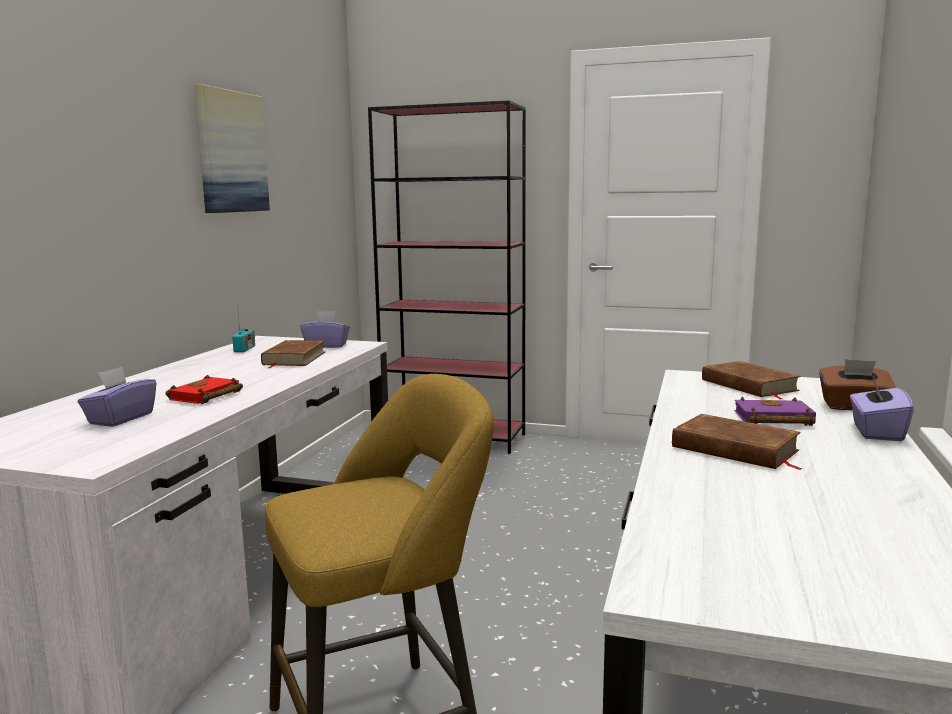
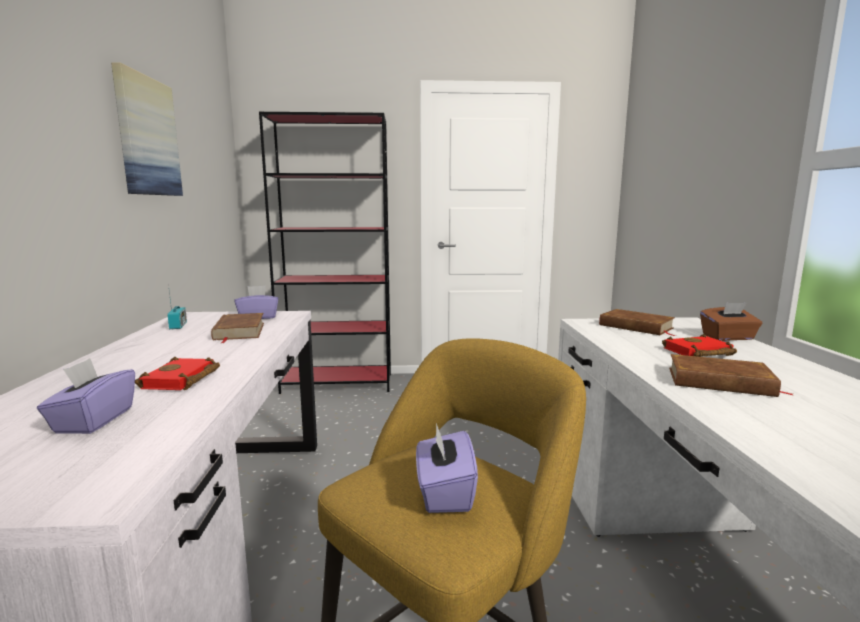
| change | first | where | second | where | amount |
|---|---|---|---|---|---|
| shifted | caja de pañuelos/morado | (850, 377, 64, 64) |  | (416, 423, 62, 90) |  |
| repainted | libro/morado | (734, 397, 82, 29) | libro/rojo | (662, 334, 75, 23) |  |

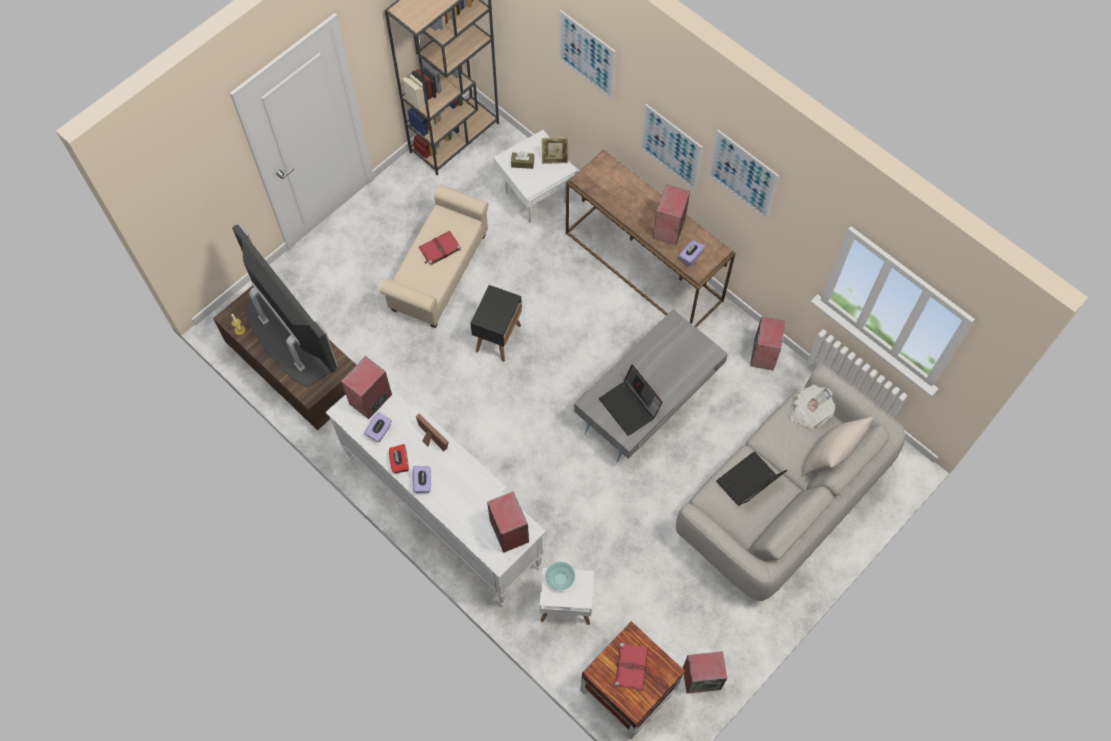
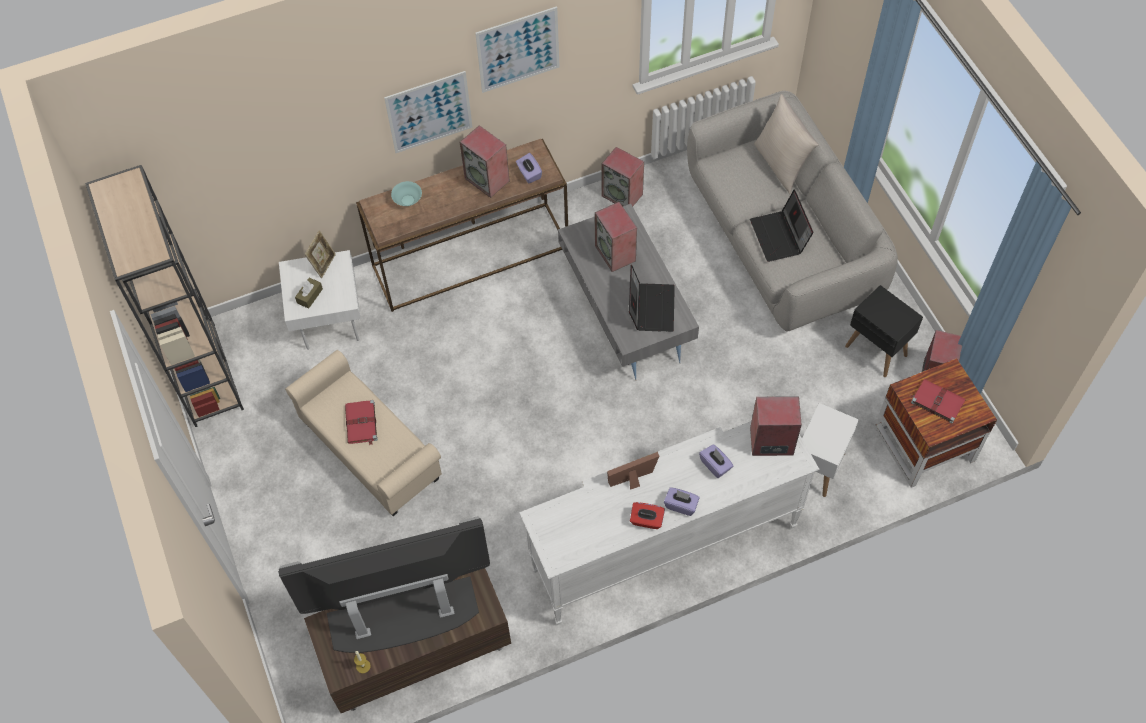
| change | first | where | second | where | amount |
|---|---|---|---|---|---|
| gone | cuadro | (559, 10, 57, 89) |  |  |  |
| gone | periódico | (789, 385, 46, 45) |  |  |  |
| shifted | altavoz | (341, 356, 51, 63) |  | (595, 202, 42, 70) |  |
| shifted | caja de pañuelos/morado | (364, 412, 28, 30) |  | (699, 444, 35, 34) |  |
| shifted | mesa auxiliar/negro | (470, 285, 52, 77) |  | (845, 285, 78, 92) |  |
| shifted | cuenco/turquesa | (546, 562, 29, 29) |  | (391, 181, 31, 25) |  |
| rotated | portátil | (599, 365, 64, 71) |  | (629, 264, 46, 68) | 75 degrees counterclockwise |

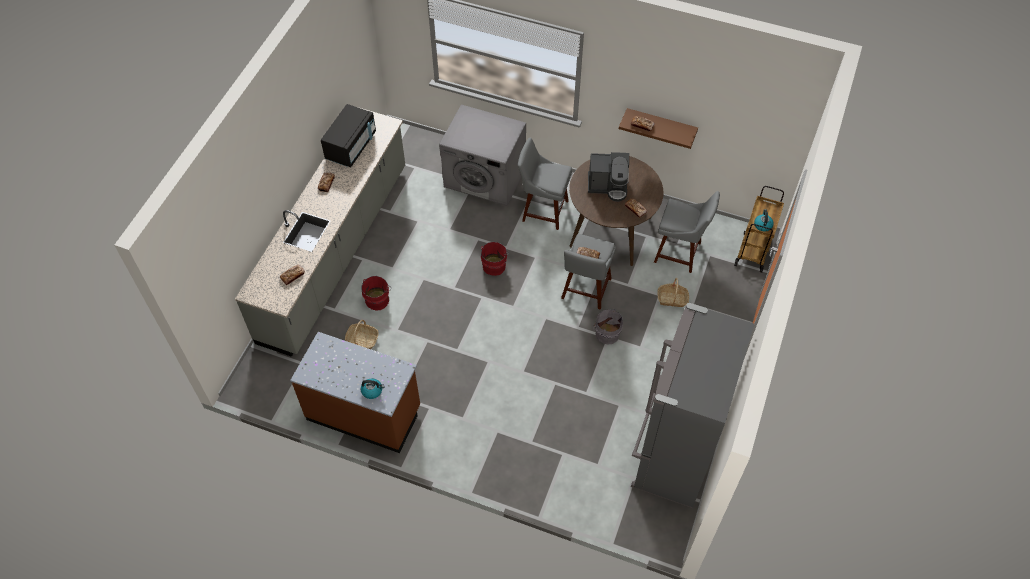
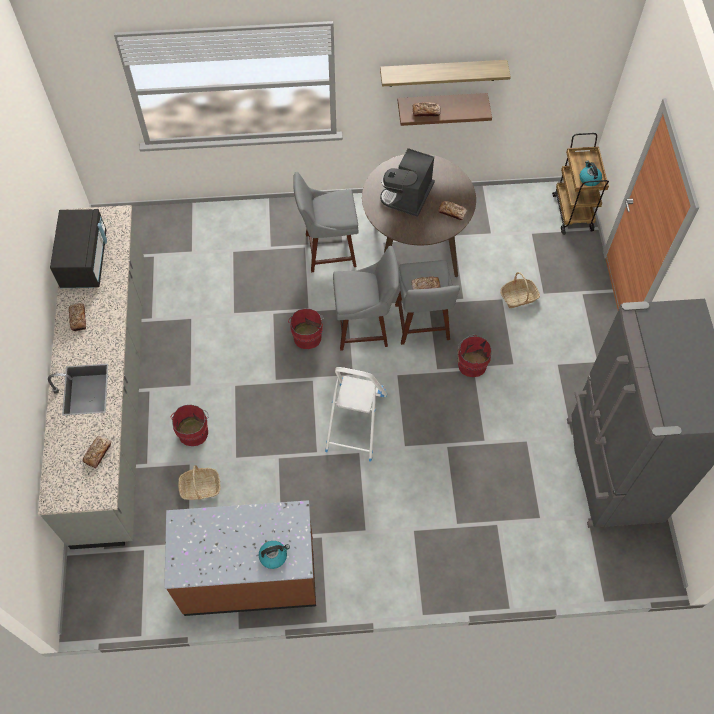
| change | first | where | second | where | amount |
|---|---|---|---|---|---|
| gone | lavadora/gris | (439, 104, 87, 102) |  |  |  |
| new |  |  | escalera de tijera/blanco | (325, 367, 62, 95) |  |
| new |  |  | estante | (380, 60, 131, 27) |  |
| shifted | taburete/gris | (654, 191, 66, 82) |  | (333, 246, 66, 105) |  |
| repainted | cubo/gris | (593, 309, 30, 35) | cubo/rojo | (457, 334, 35, 43) |  |
| rotated | cafetera | (588, 152, 41, 50) |  | (380, 148, 55, 69) | 135 degrees clockwise |

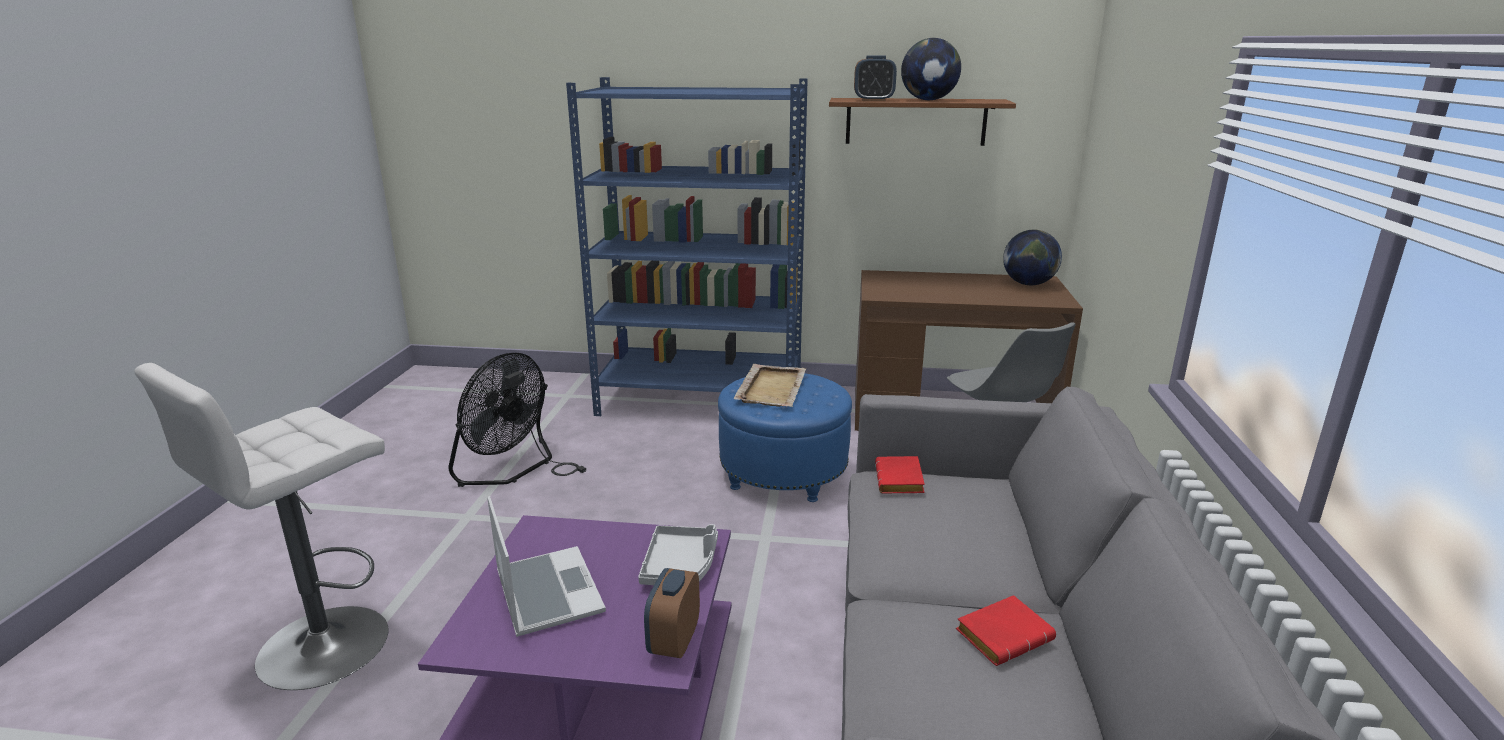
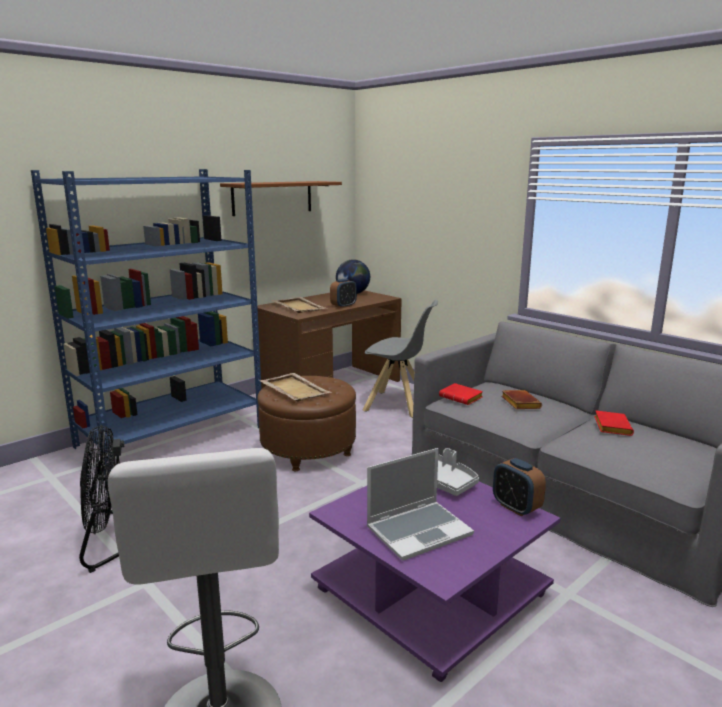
| change | first | where | second | where | amount |
|---|---|---|---|---|---|
| gone | globo terráqueo | (901, 38, 60, 62) |  |  |  |
| new |  |  | bandeja/beis | (271, 297, 54, 16) |  |
| new |  |  | libro/marrón | (502, 390, 40, 19) |  |
| shifted | despertador | (854, 56, 43, 45) |  | (330, 278, 27, 30) |  |
| repainted | puf/azul | (718, 373, 134, 129) | puf/marrón | (257, 376, 99, 95) |  |
| rotated | portátil | (487, 496, 119, 141) |  | (367, 448, 107, 113) | 135 degrees clockwise |

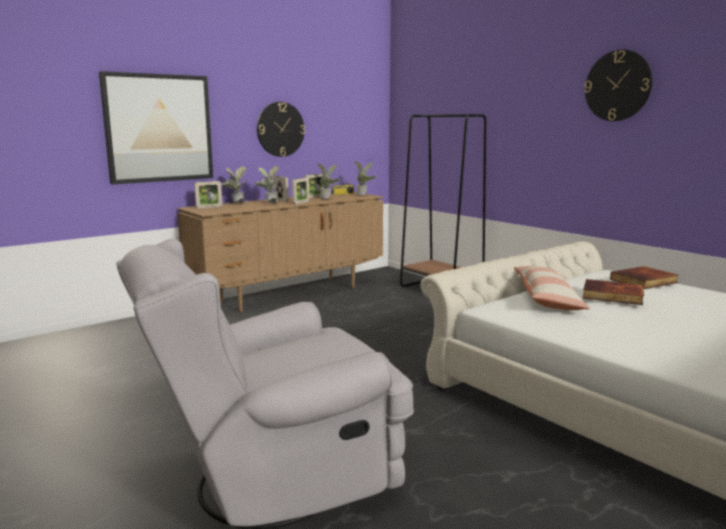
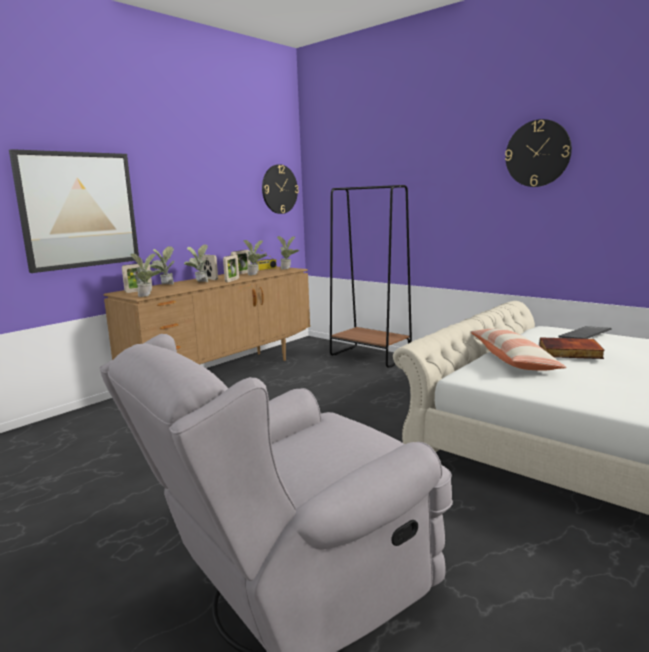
| change | first | where | second | where | amount |
|---|---|---|---|---|---|
| new |  |  | planta en maceta | (131, 253, 31, 44) |  |
| shifted | reloj de pared | (257, 102, 48, 55) |  | (262, 164, 37, 50) |  |
| swapped | libro | (610, 266, 68, 23) | teclado | (558, 326, 54, 13) |  |

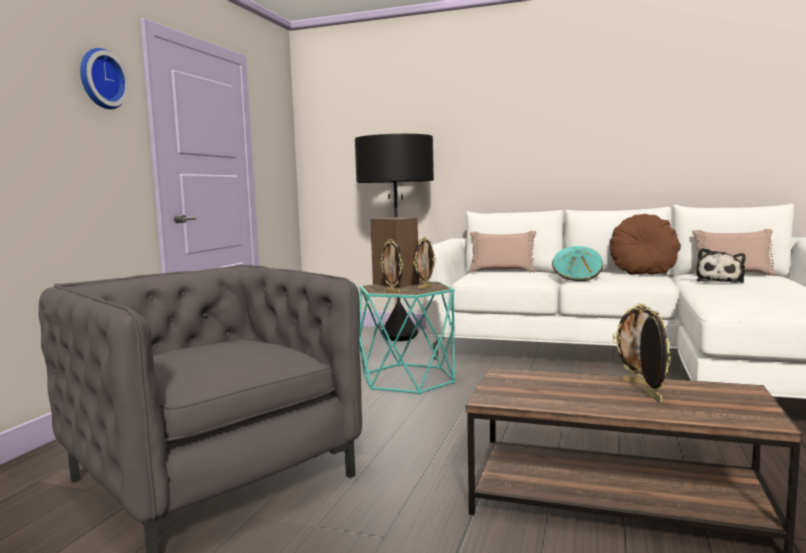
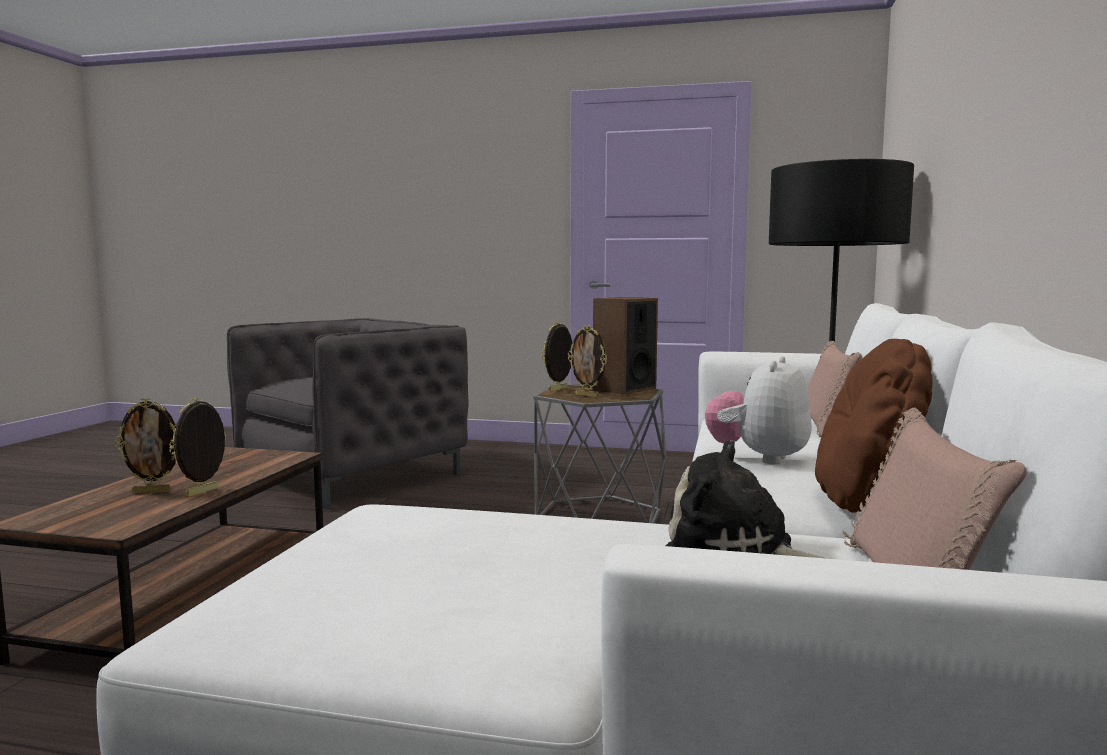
| change | first | where | second | where | amount |
|---|---|---|---|---|---|
| gone | reloj de pared | (80, 48, 49, 61) |  |  |  |
| swapped | sombrero/turquesa | (552, 246, 51, 35) | peluche | (705, 356, 107, 108) |  |
| repainted | mesa auxiliar/turquesa | (359, 281, 97, 114) | mesa auxiliar/gris | (533, 384, 133, 139) |  |

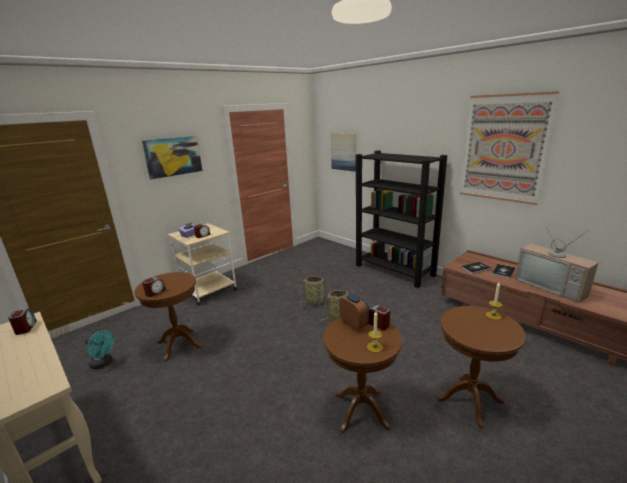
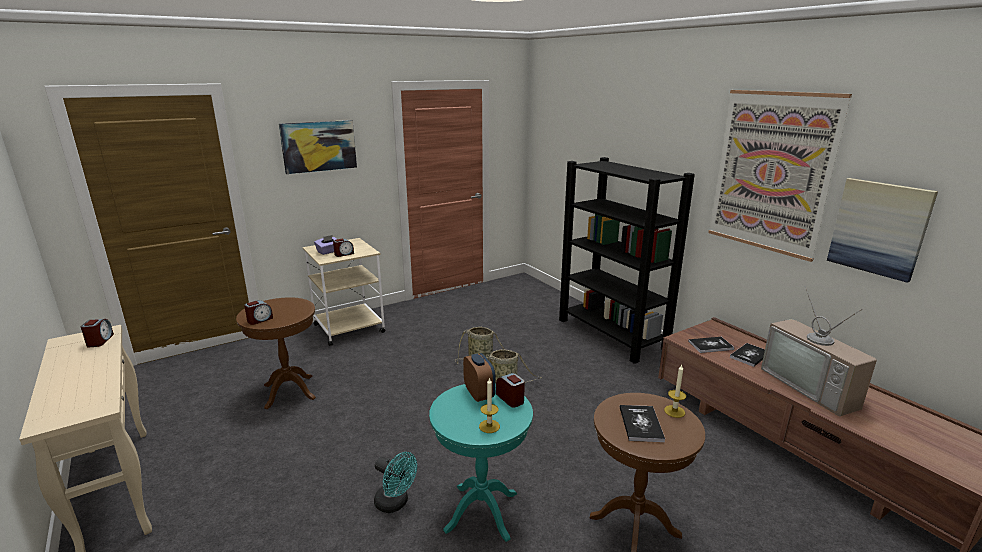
| change | first | where | second | where | amount |
|---|---|---|---|---|---|
| new |  |  | libro | (620, 405, 45, 37) |  |
| shifted | ventilador/turquesa | (85, 330, 29, 39) |  | (374, 452, 43, 61) |  |
| shifted | cuadro | (331, 133, 25, 38) |  | (827, 178, 111, 105) |  |
| repainted | mesa auxiliar/marrón | (323, 318, 79, 115) | mesa auxiliar/turquesa | (429, 384, 104, 158) |  |

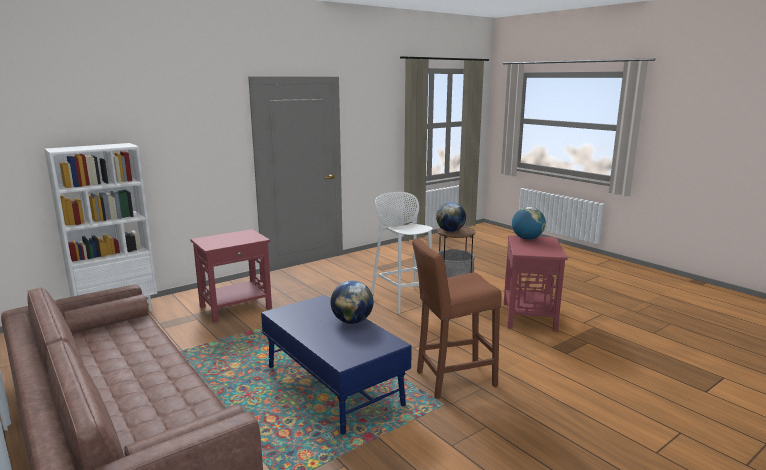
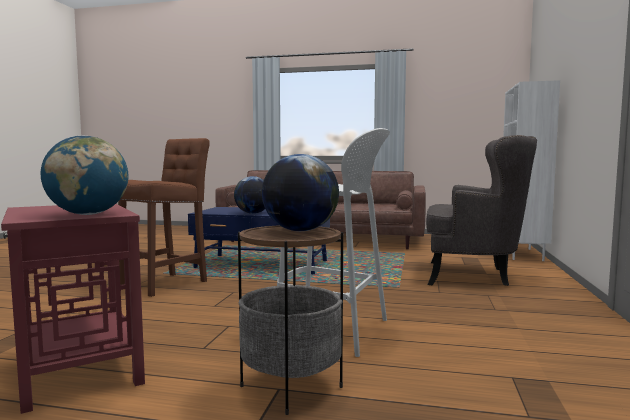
| change | first | where | second | where | amount |
|---|---|---|---|---|---|
| swapped | mesa auxiliar/rojo | (190, 229, 82, 94) | sillón/gris | (426, 135, 111, 151) |  |

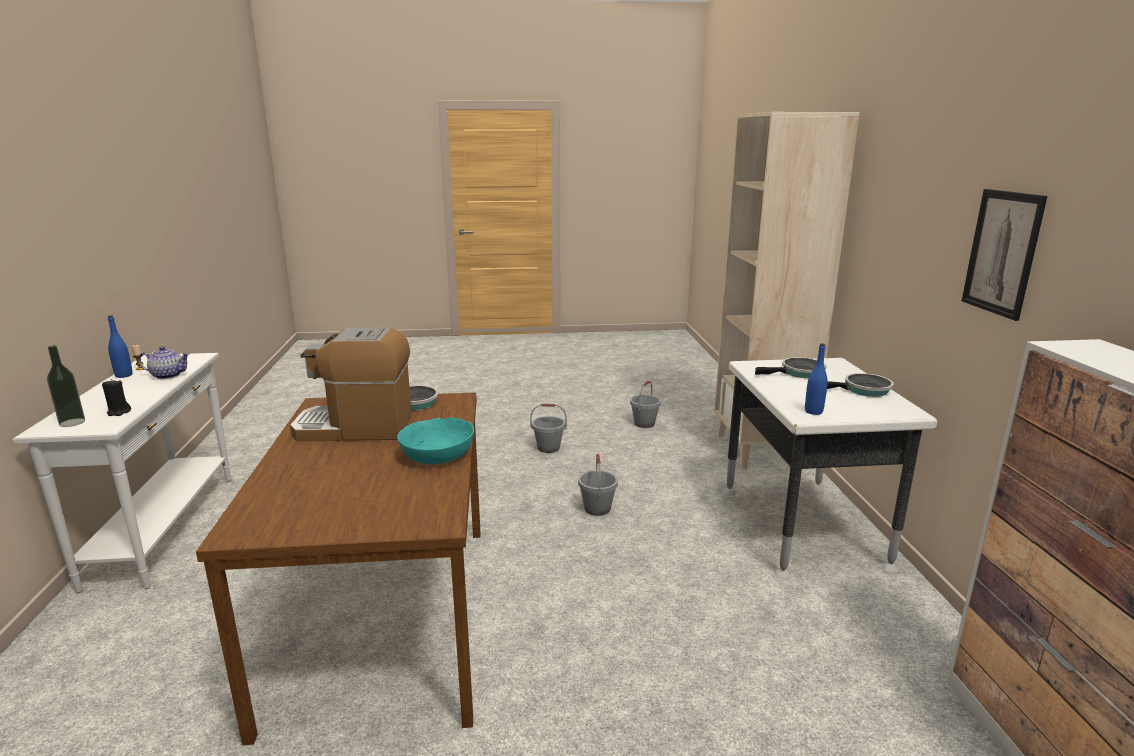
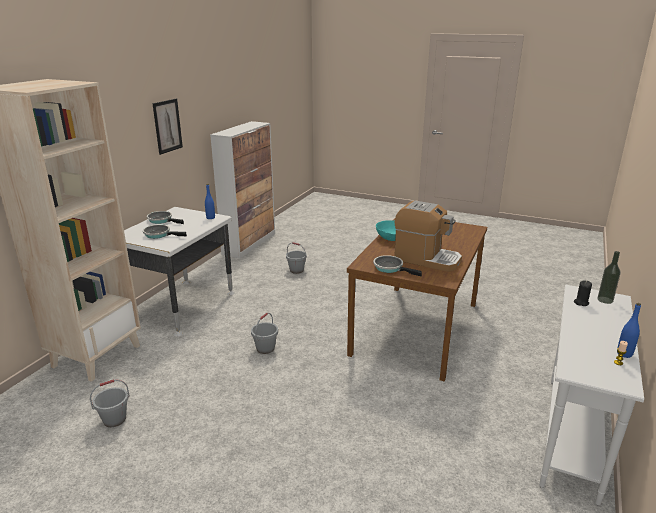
| change | first | where | second | where | amount |
|---|---|---|---|---|---|
| gone | tetera | (138, 346, 52, 33) |  |  |  |
| shifted | cubo/gris | (530, 404, 37, 49) |  | (286, 242, 21, 32) |  |

